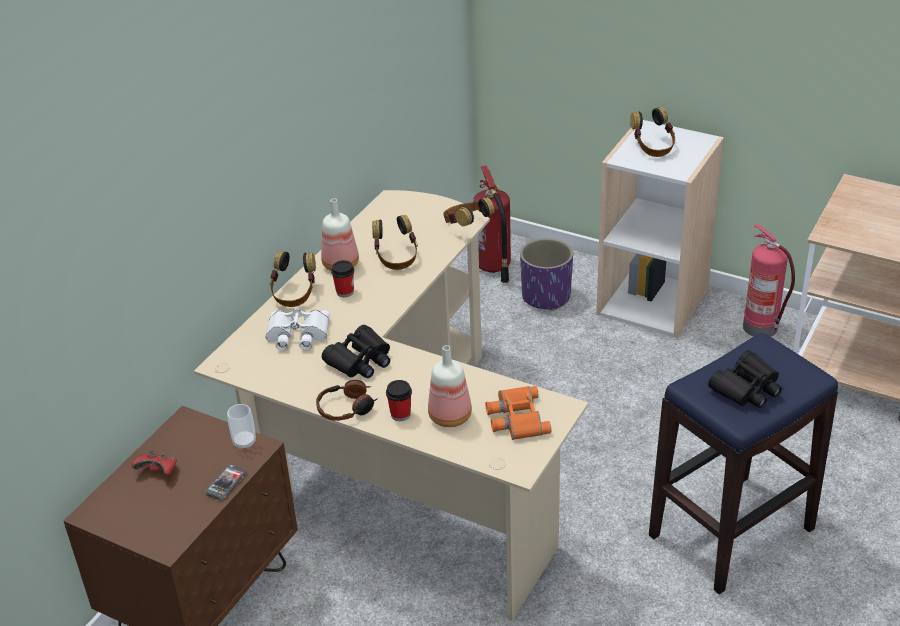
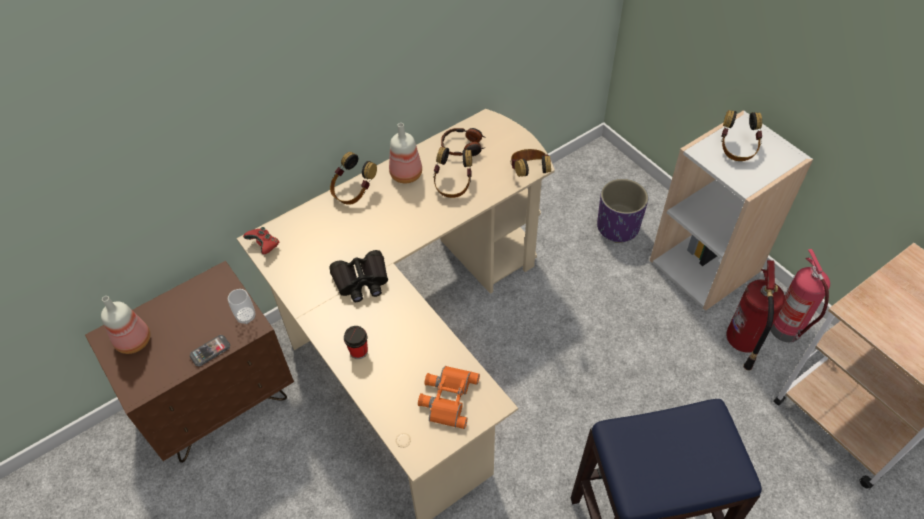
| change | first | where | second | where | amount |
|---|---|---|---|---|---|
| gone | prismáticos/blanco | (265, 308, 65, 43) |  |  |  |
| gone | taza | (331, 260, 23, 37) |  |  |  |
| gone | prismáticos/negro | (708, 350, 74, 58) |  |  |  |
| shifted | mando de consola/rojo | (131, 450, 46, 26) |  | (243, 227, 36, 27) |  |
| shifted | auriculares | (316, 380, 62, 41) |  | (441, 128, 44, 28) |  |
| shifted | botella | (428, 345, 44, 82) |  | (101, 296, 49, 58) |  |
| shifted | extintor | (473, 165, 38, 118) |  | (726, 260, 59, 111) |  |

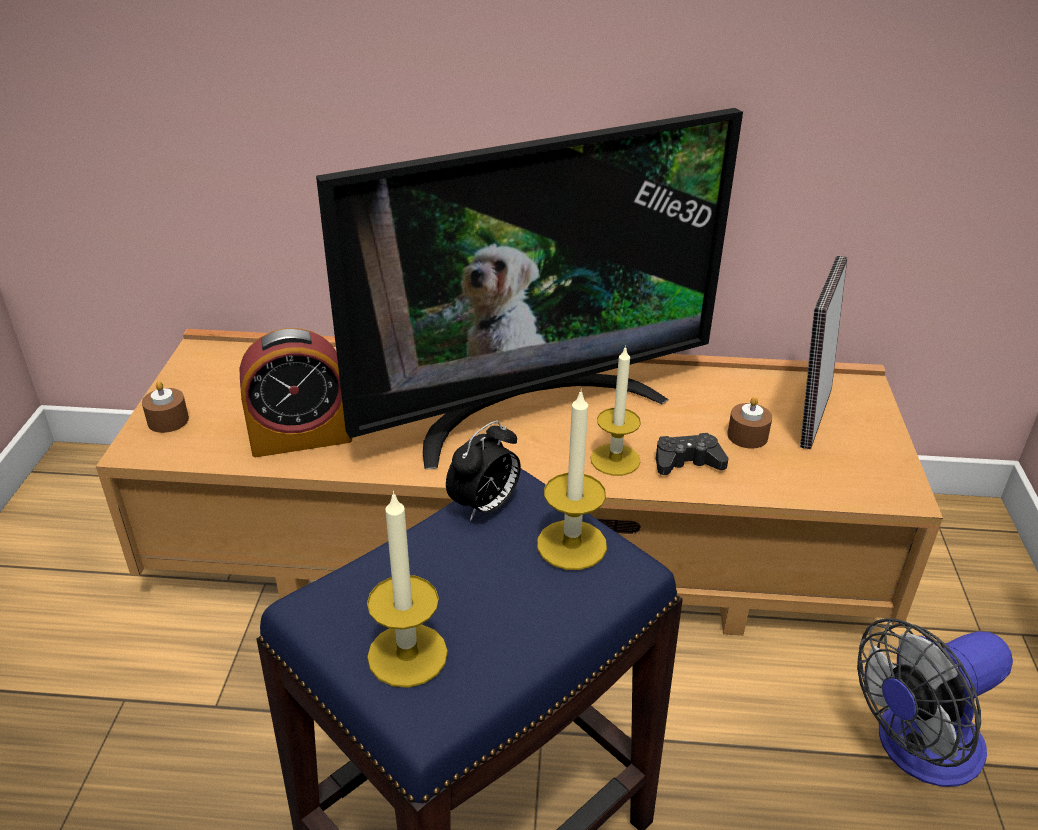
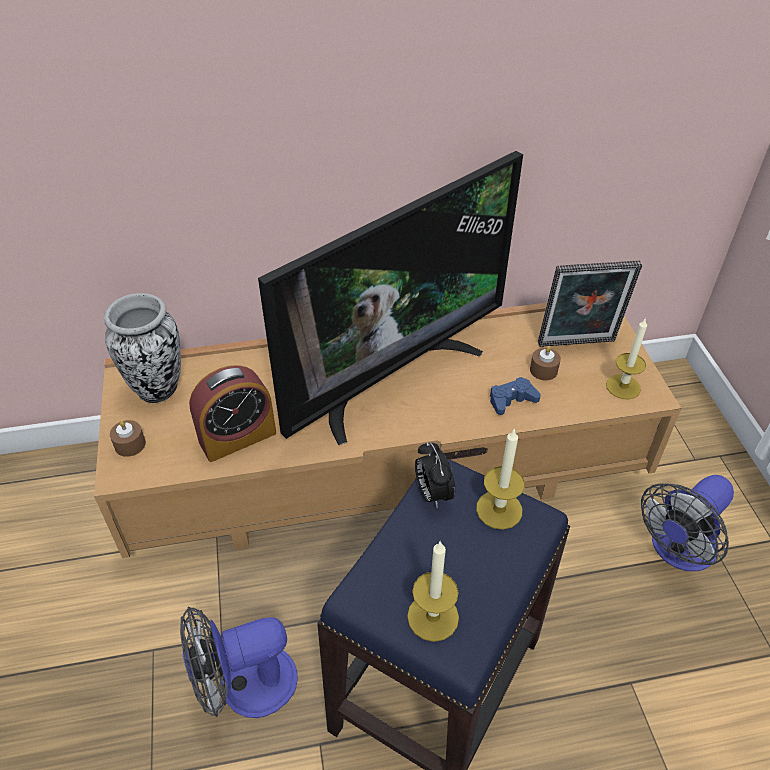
| change | first | where | second | where | amount |
|---|---|---|---|---|---|
| new |  |  | florero | (104, 293, 77, 110) |  |
| new |  |  | ventilador | (180, 606, 118, 112) |  |
| shifted | vela | (590, 345, 51, 131) |  | (606, 318, 41, 82) |  |
| repainted | mando de consola/negro | (656, 433, 72, 42) | mando de consola/azul | (490, 377, 51, 38) |  |
| rotated | despertador | (446, 420, 75, 101) |  | (415, 442, 40, 66) | 135 degrees clockwise |
| rotated | portarretratos | (800, 256, 48, 194) |  | (538, 261, 104, 86) | 105 degrees counterclockwise |

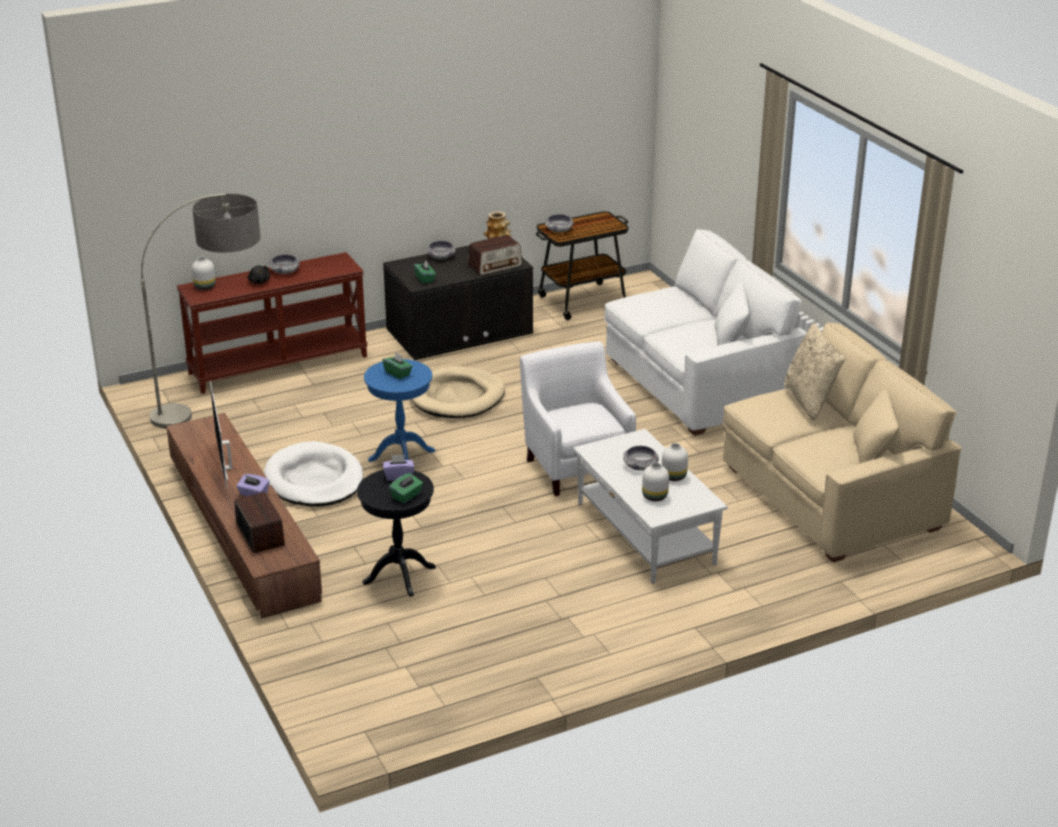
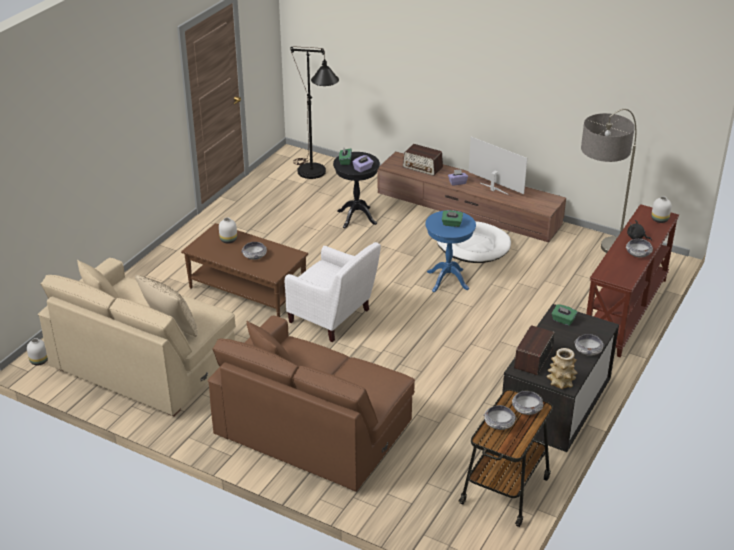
| change | first | where | second | where | amount |
|---|---|---|---|---|---|
| gone | cama para perro/beis | (411, 366, 94, 52) |  |  |  |
| new |  |  | lámpara de pie/negro | (290, 46, 49, 133) |  |
| new |  |  | cuenco | (483, 405, 34, 25) |  |
| shifted | florero/blanco | (662, 443, 26, 38) |  | (27, 338, 21, 28) |  |
| repainted | mesa de centro/blanco | (573, 429, 155, 155) | mesa de centro/marrón | (181, 223, 127, 94) |  |
| repainted | sofá/blanco | (604, 229, 203, 207) | sofá/marrón | (207, 316, 208, 176) |  |

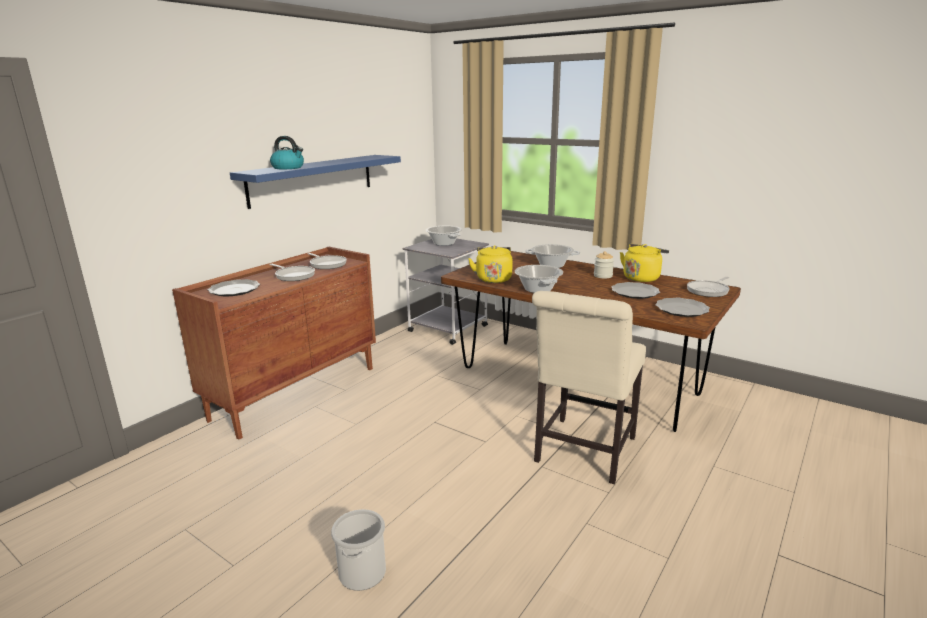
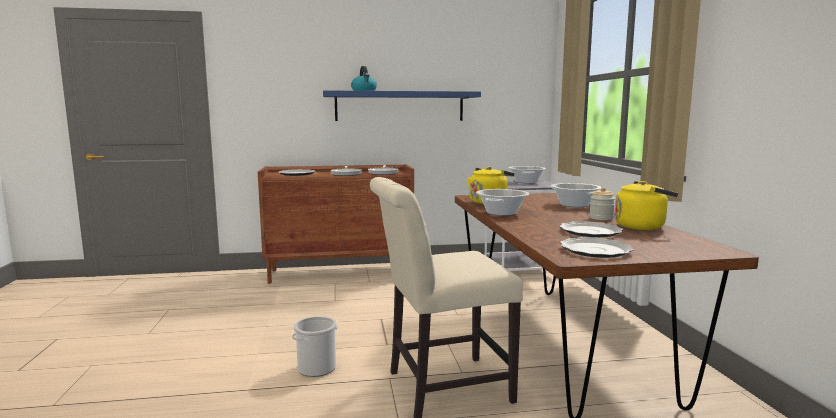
| change | first | where | second | where | amount |
|---|---|---|---|---|---|
| gone | sartén | (687, 277, 43, 20) |  |  |  |
| shifted | cubo | (331, 509, 55, 82) |  | (292, 316, 46, 61) |  |

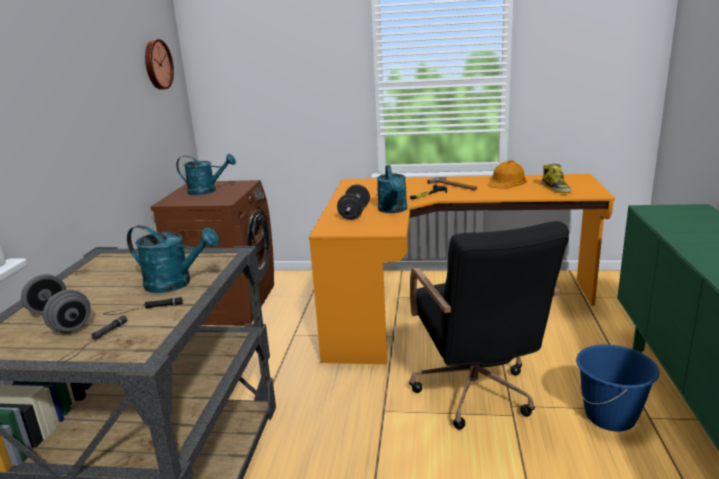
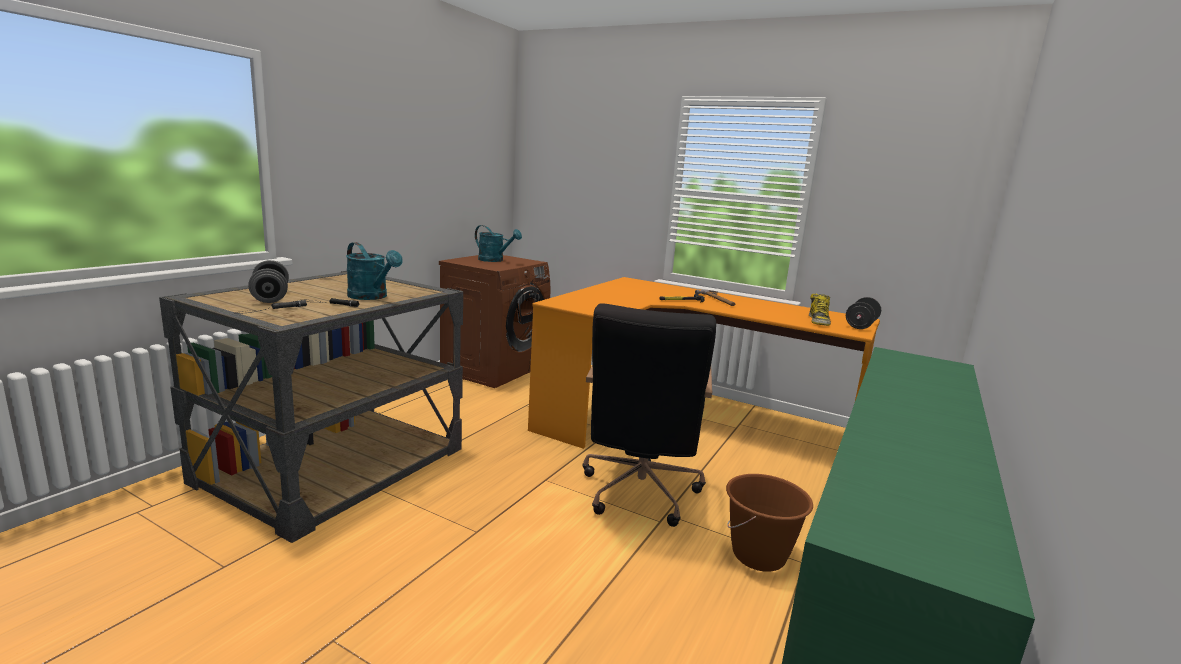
| change | first | where | second | where | amount |
|---|---|---|---|---|---|
| gone | reloj de pared | (145, 39, 29, 51) |  |  |  |
| gone | regadera/turquesa | (377, 165, 30, 48) |  |  |  |
| gone | casco/naranja | (487, 160, 40, 29) |  |  |  |
| shifted | mancuerna/negro | (337, 184, 33, 36) |  | (846, 297, 35, 32) |  |
| repainted | cubo/azul | (576, 344, 83, 88) | cubo/marrón | (726, 474, 87, 98) |  |

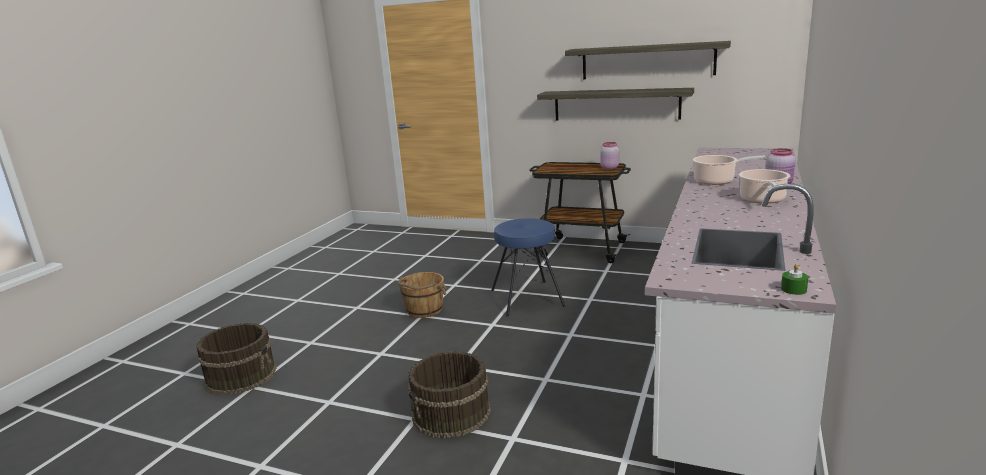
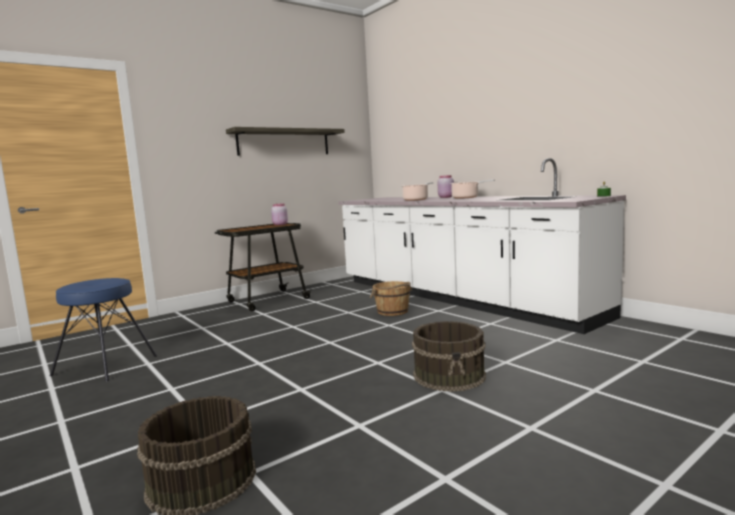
| change | first | where | second | where | amount |
|---|---|---|---|---|---|
| gone | estante | (537, 88, 157, 32) |  |  |  |
| shifted | cubo/marrón | (398, 272, 49, 46) |  | (370, 281, 42, 35) |  |
| shifted | taburete/azul | (491, 218, 75, 99) |  | (50, 278, 107, 103) |  |

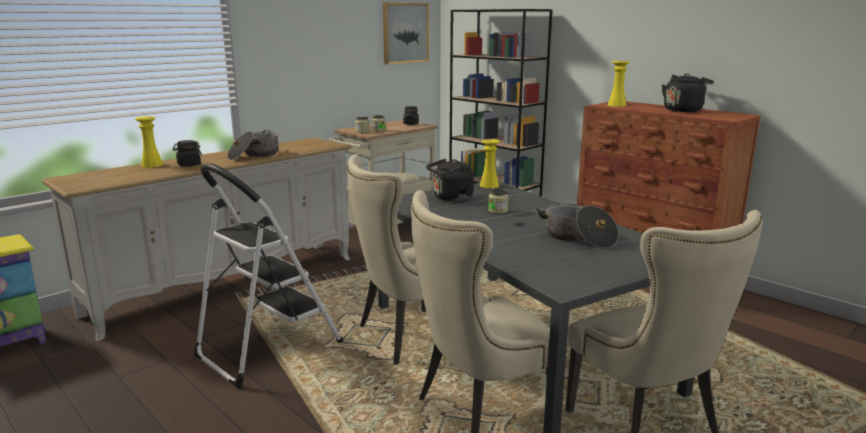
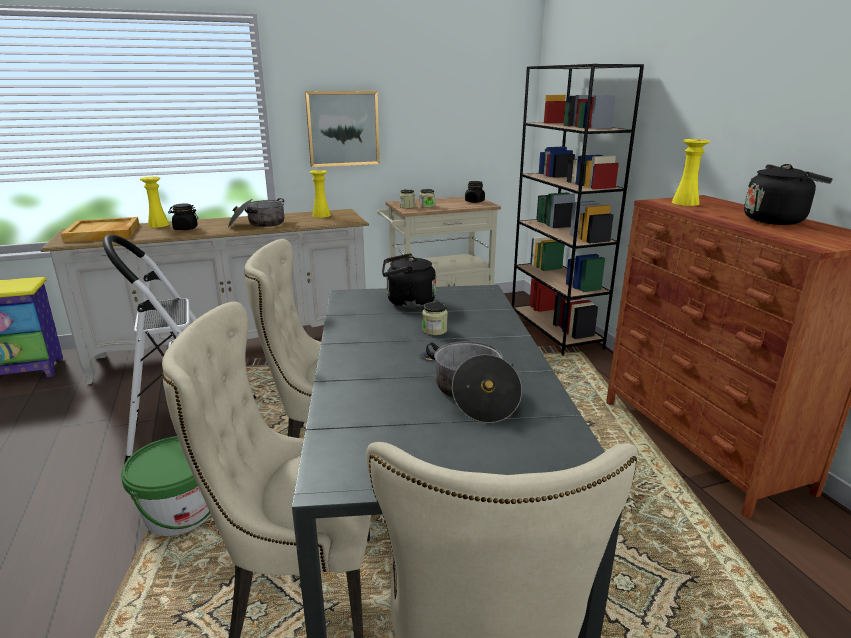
| change | first | where | second | where | amount |
|---|---|---|---|---|---|
| new |  |  | bandeja/beis | (61, 217, 78, 25) |  |
| new |  |  | cubo/verde | (121, 436, 90, 100) |  |
| shifted | cuadro | (383, 3, 46, 61) |  | (305, 91, 75, 76) |  |
| shifted | florero/amarillo | (480, 139, 20, 49) |  | (310, 170, 21, 48) |  |

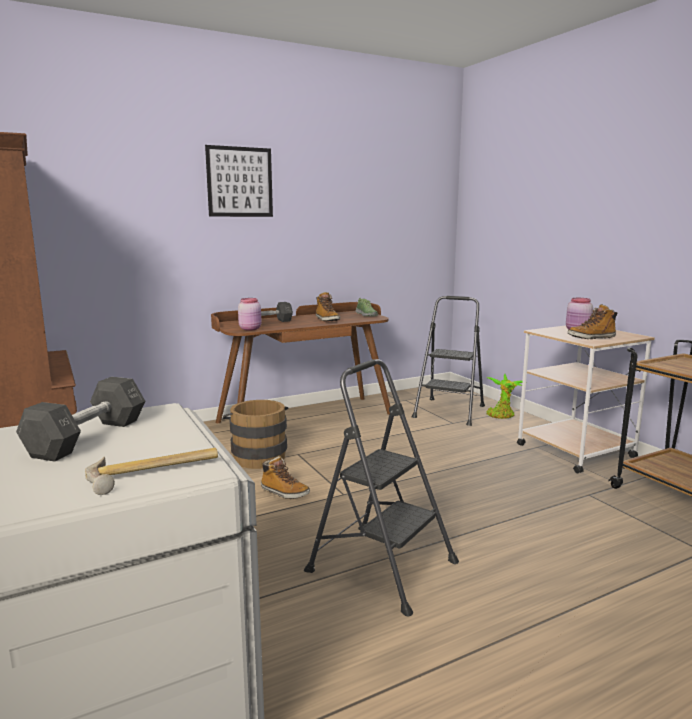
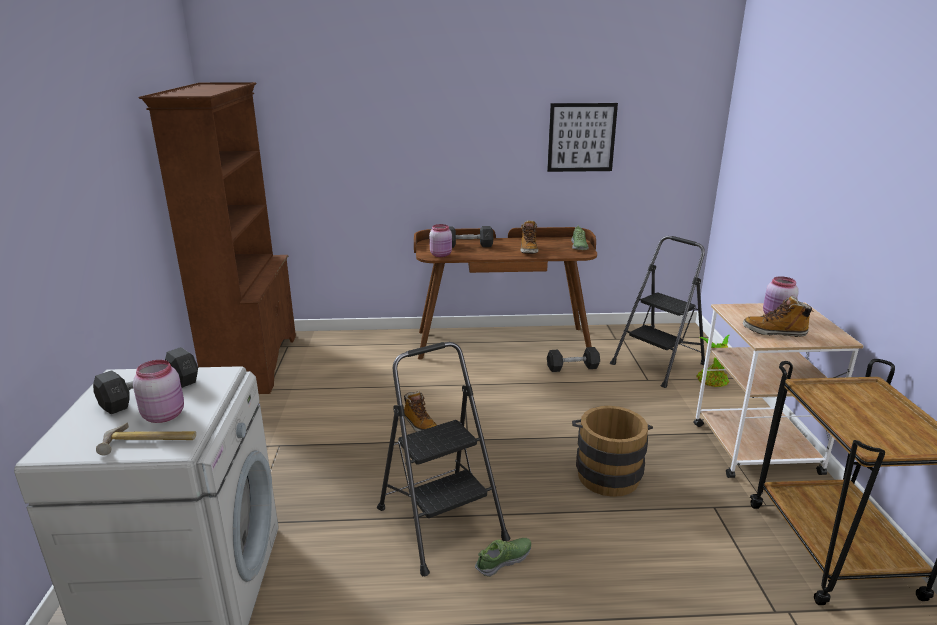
| change | first | where | second | where | amount |
|---|---|---|---|---|---|
| new |  |  | tarro/rosa | (133, 360, 51, 63) |  |
| new |  |  | zapato | (475, 538, 56, 39) |  |
| new |  |  | mancuerna/gris | (547, 347, 53, 25) |  |
| shifted | cuadro | (205, 145, 68, 72) |  | (547, 103, 71, 69) |  |
| shifted | cubo/marrón | (223, 400, 66, 69) |  | (572, 406, 81, 91) |  |

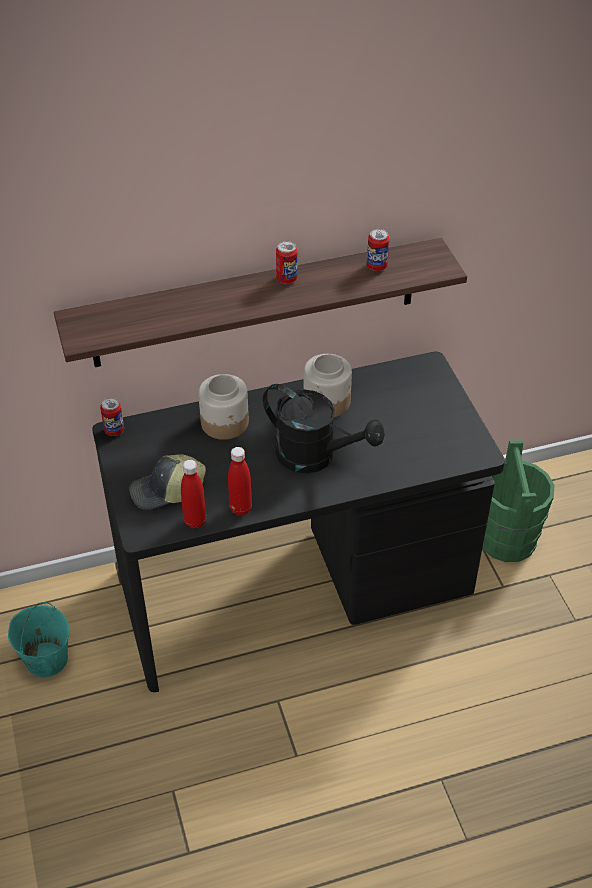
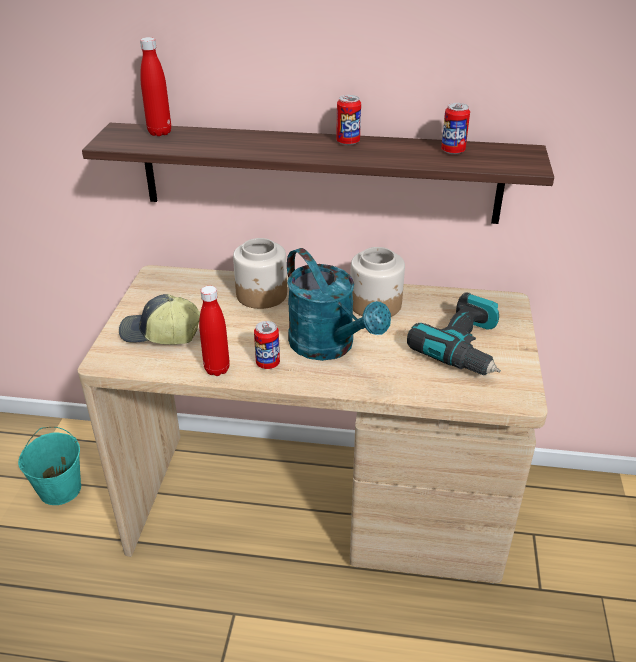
| change | first | where | second | where | amount |
|---|---|---|---|---|---|
| gone | cubo/verde | (483, 440, 71, 122) |  |  |  |
| new |  |  | taladro | (407, 292, 94, 83) |  |
| shifted | lata | (100, 398, 24, 38) |  | (254, 321, 26, 48) |  |
| shifted | botella/rojo | (181, 460, 25, 68) |  | (140, 37, 31, 99) |  |
| repainted | escritorio/negro | (92, 352, 413, 340) | escritorio/beis | (77, 265, 471, 318) |  |
| repainted | regadera/negro | (263, 384, 122, 89) | regadera/turquesa | (287, 248, 104, 113) |  |

